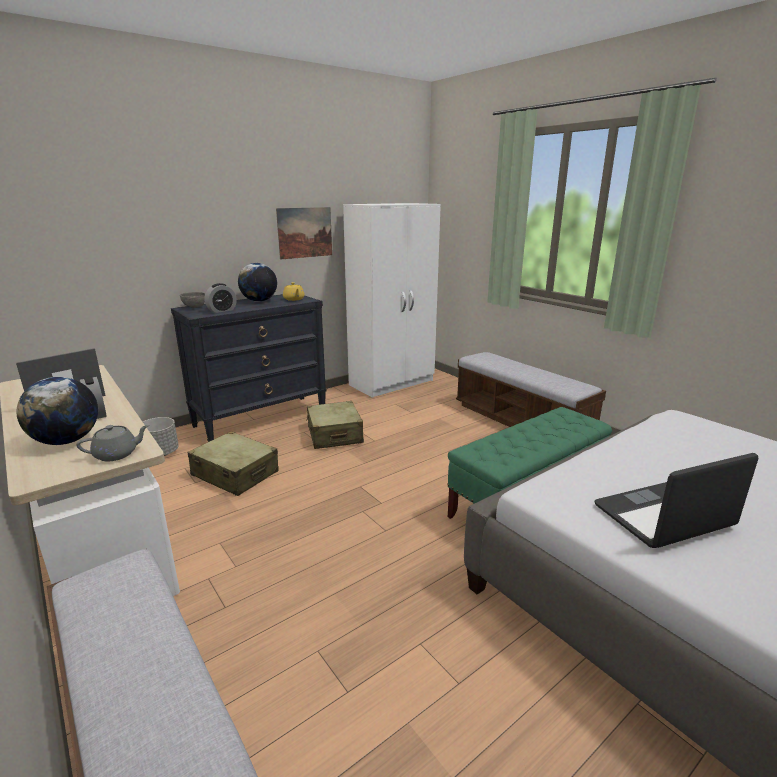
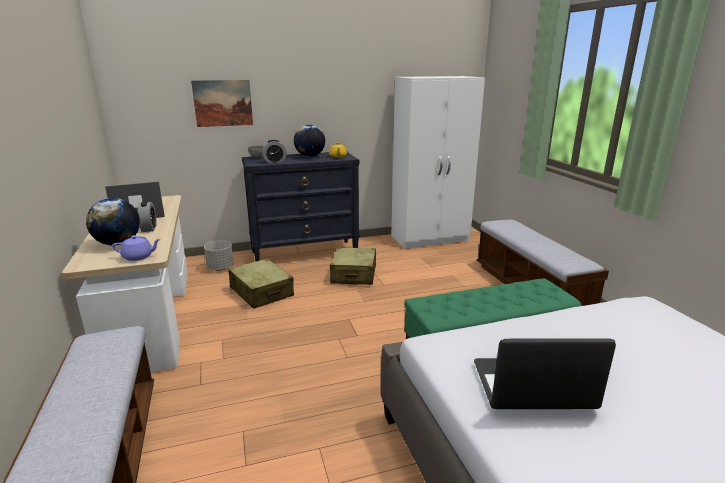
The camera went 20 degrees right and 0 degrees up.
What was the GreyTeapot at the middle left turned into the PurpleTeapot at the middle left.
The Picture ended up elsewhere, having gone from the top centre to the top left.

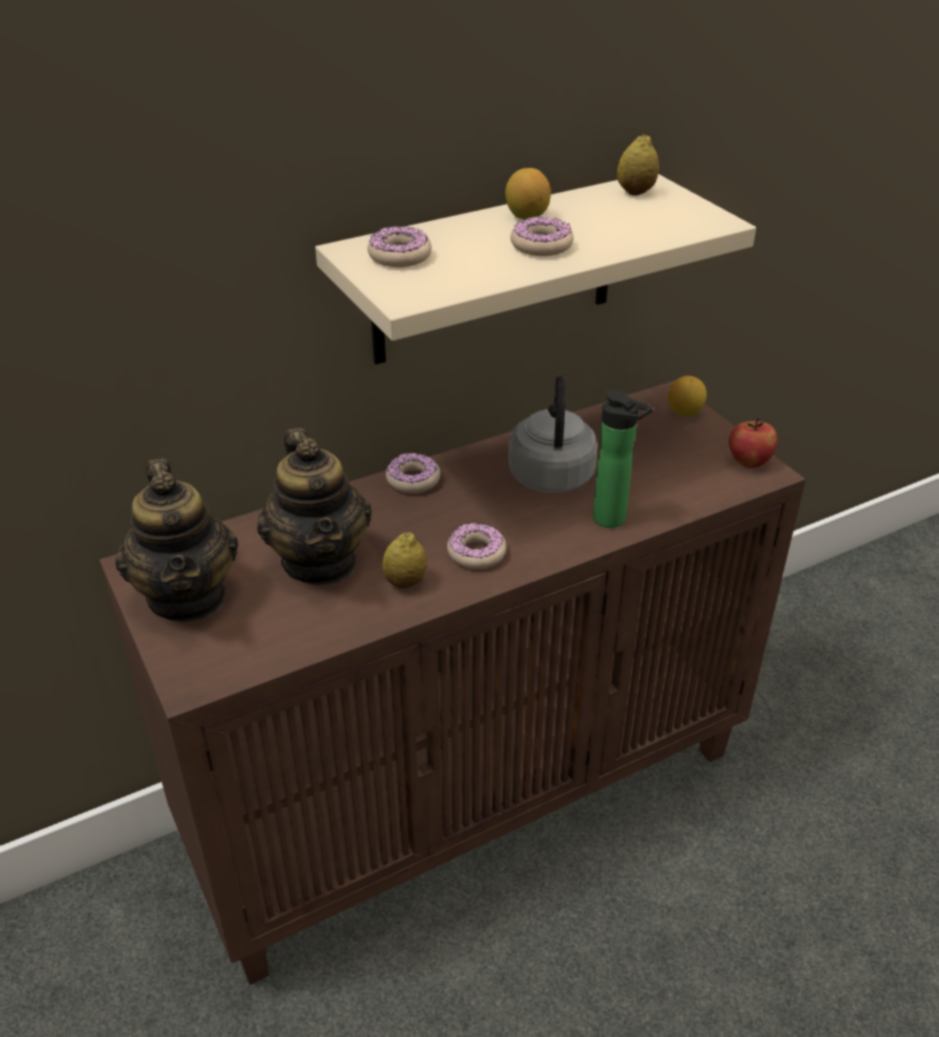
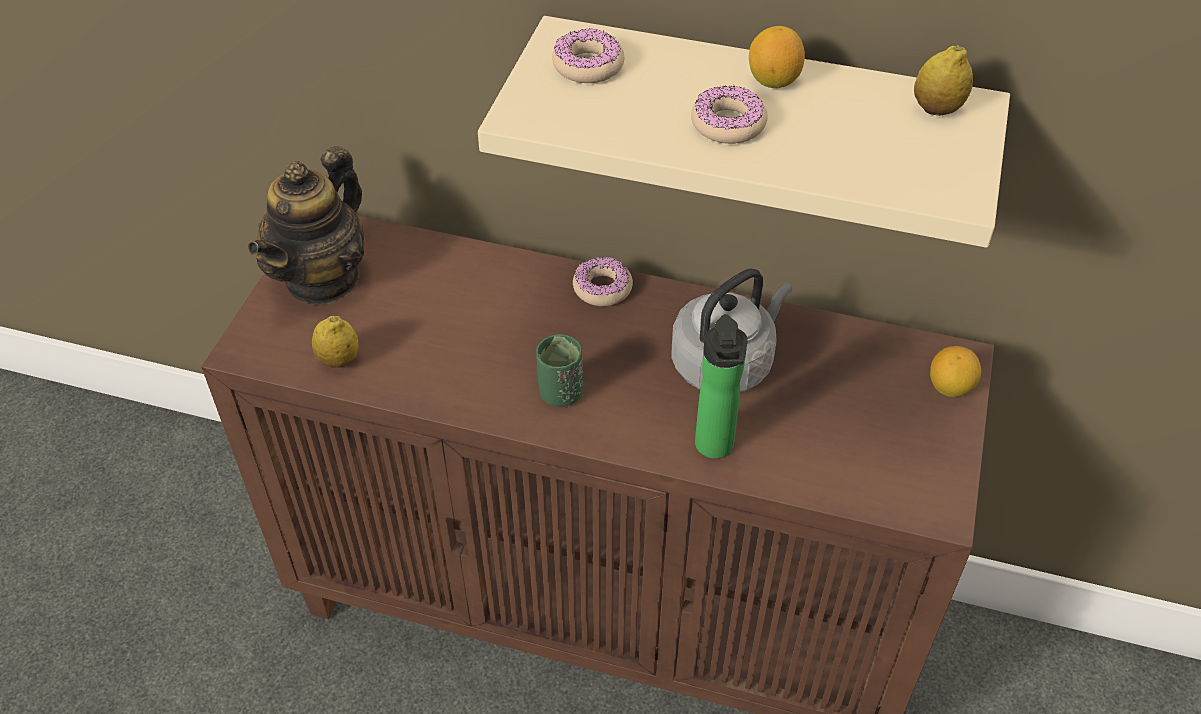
The camera went 45 degrees right and 10 degrees up.
The second view lost the Teapot (2nd from left) at the centre.
The Lemon (1st from left) ended up elsewhere, having gone from the centre to the middle left.
Where the Donut (3rd from left) stood at the centre, the GreenCup came to stand at the centre.
The second view lost the Apple at the middle right.

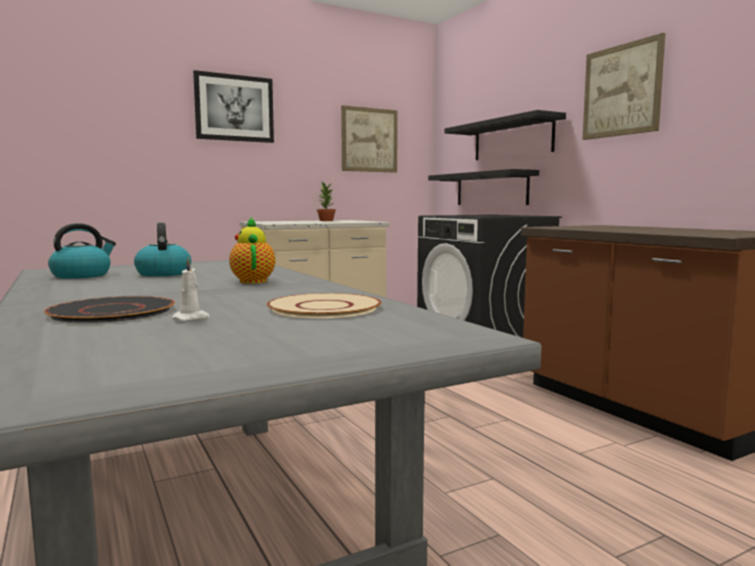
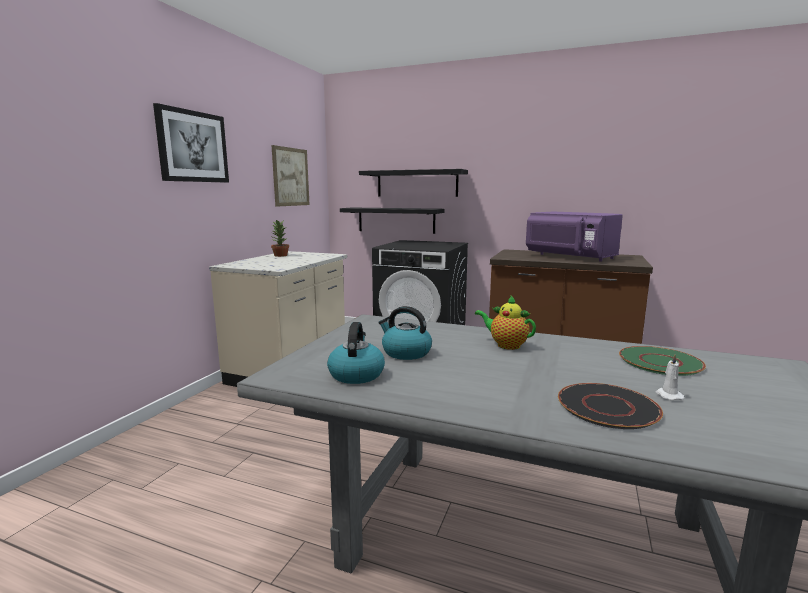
The camera went 40 degrees left and 5 degrees up.
What was the BeigePlate at the centre turned into the GreenPlate at the middle right.
The second view lost the Picture (3rd from left) at the top right.
The second view gained the PurpleMicrowave at the middle right.

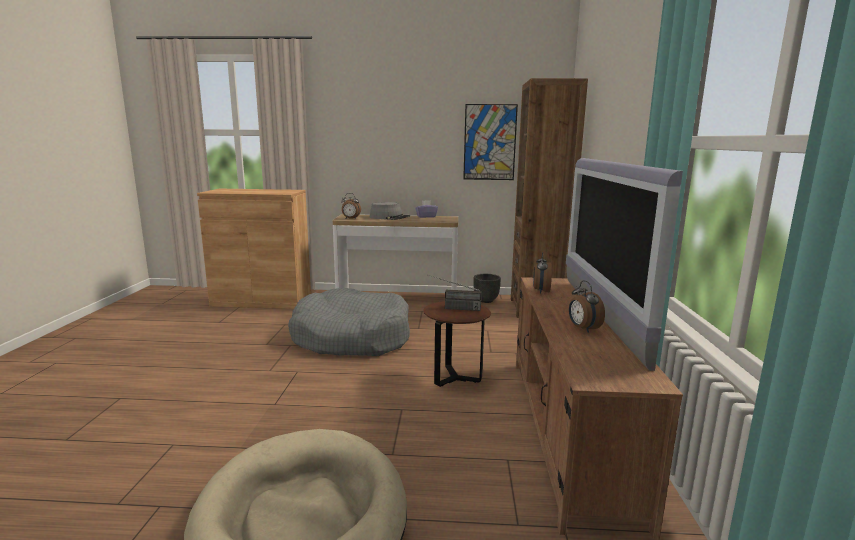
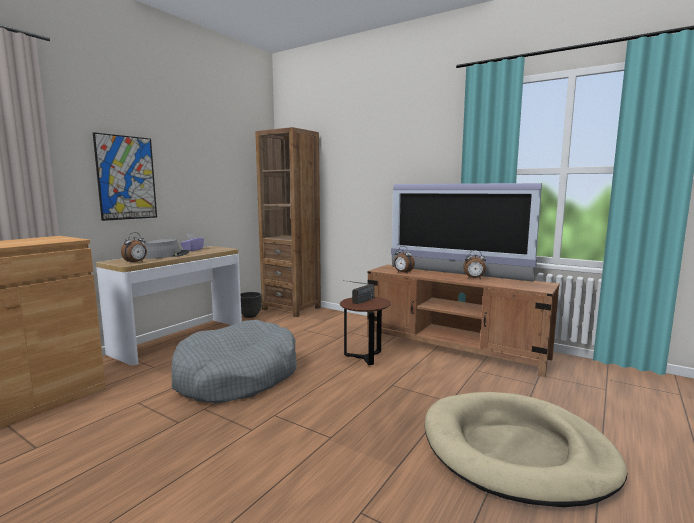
The camera went 60 degrees left and 5 degrees down.
The Picture ended up elsewhere, having gone from the top centre to the middle left.

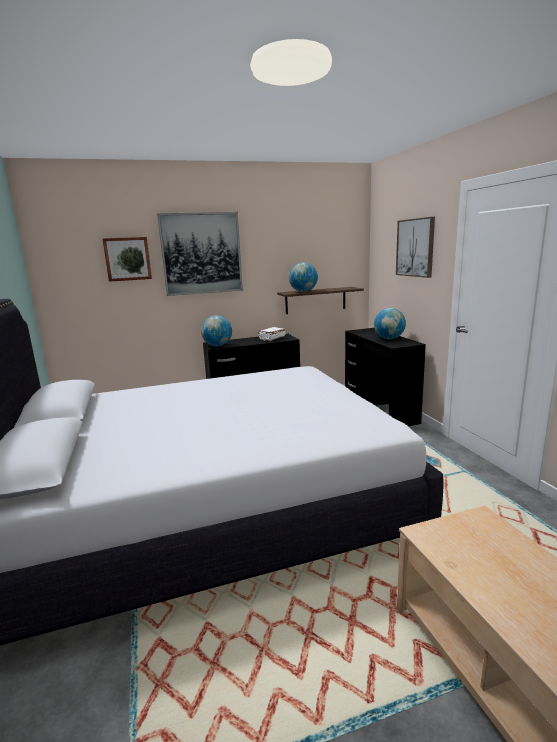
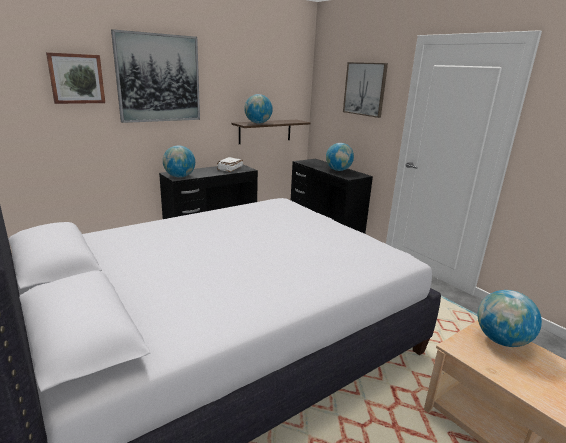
The camera went 20 degrees left and 5 degrees up.
The second view gained the Globe (4th from left) at the bottom right.

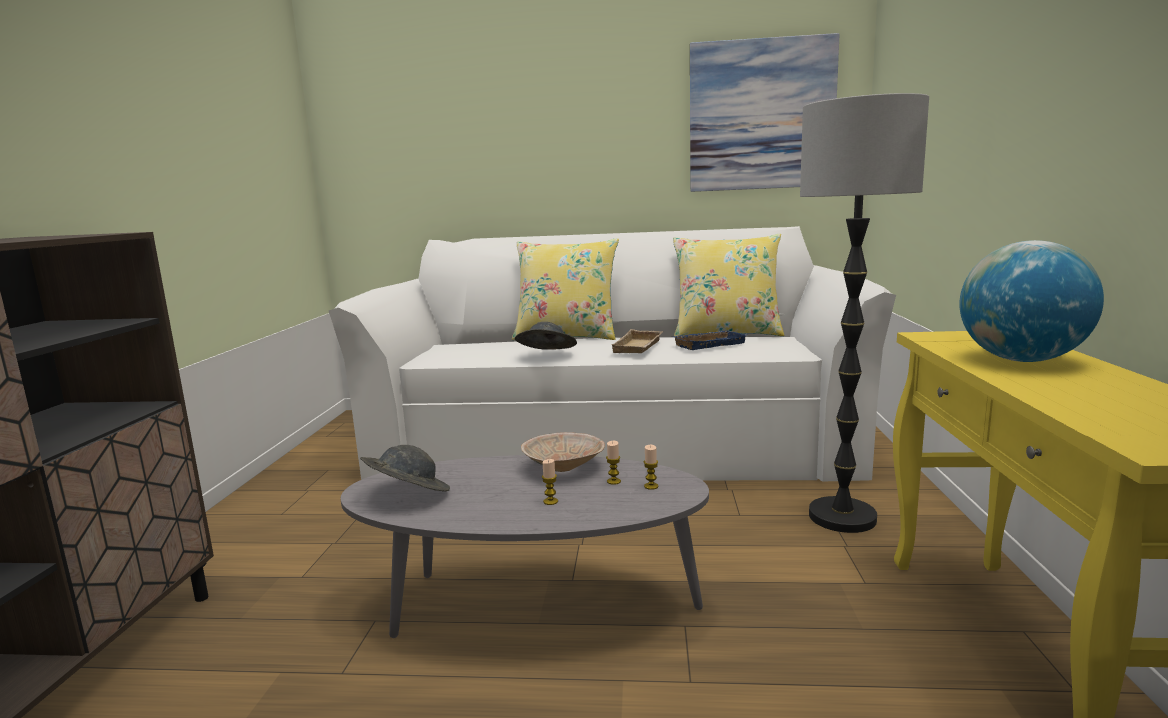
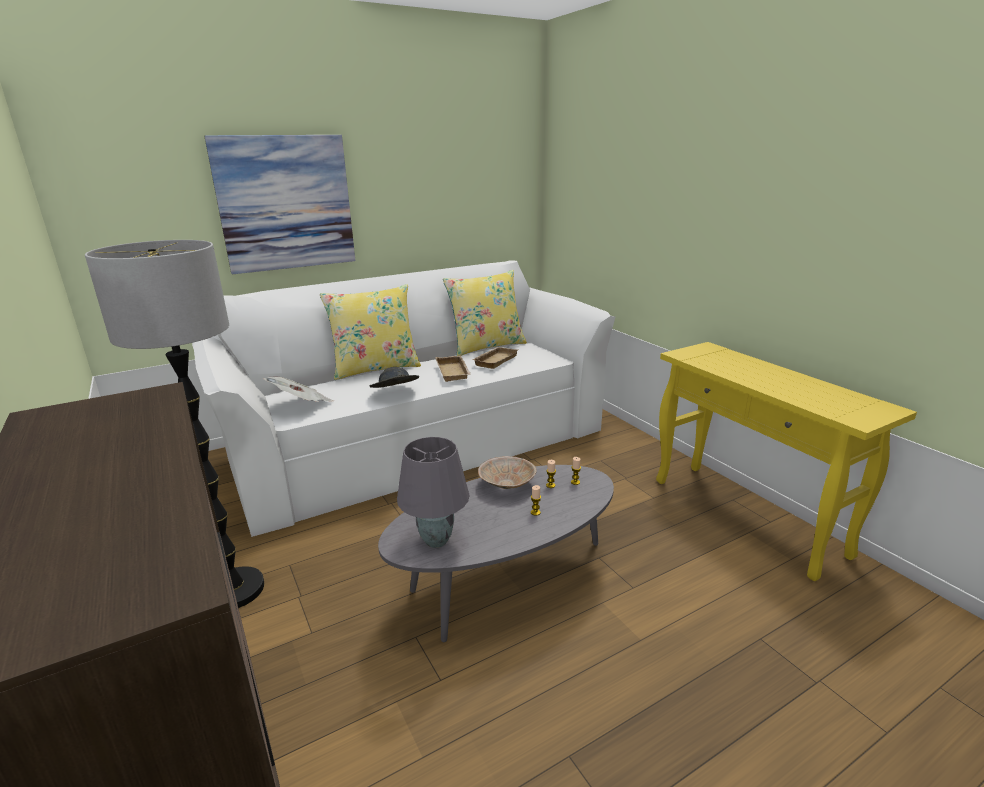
The camera went 35 degrees left and 10 degrees up.
Where the GreyHat (1st from left) stood at the centre, the GreyTableLamp came to stand at the centre.
What was the BlueTray at the centre turned into the BeigeTray (2nd from left) at the centre.
The Picture ended up elsewhere, having gone from the top centre to the top left.
The FloorLamp ended up elsewhere, having gone from the middle right to the middle left.
The second view lost the Globe at the middle right.
The second view gained the Newspaper at the middle left.

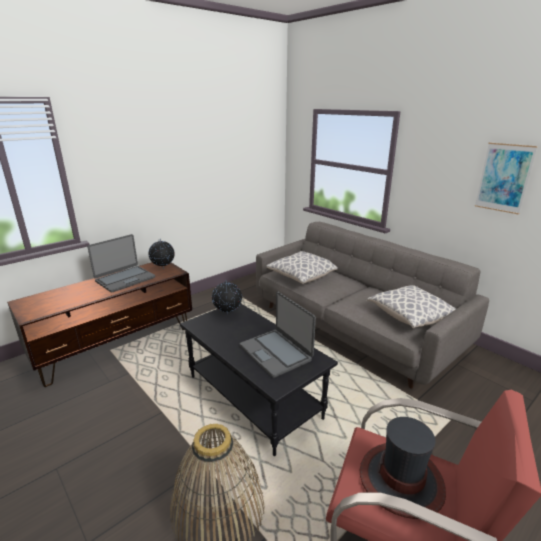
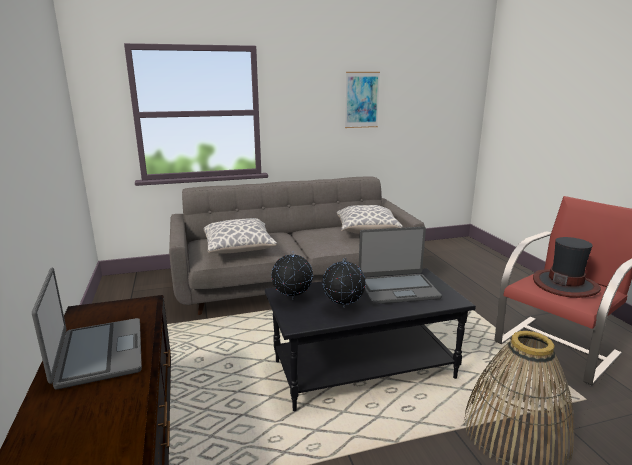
The camera went 65 degrees left and 5 degrees down.
The Globe (1st from left in the first image) ended up elsewhere, having gone from the middle left to the centre.

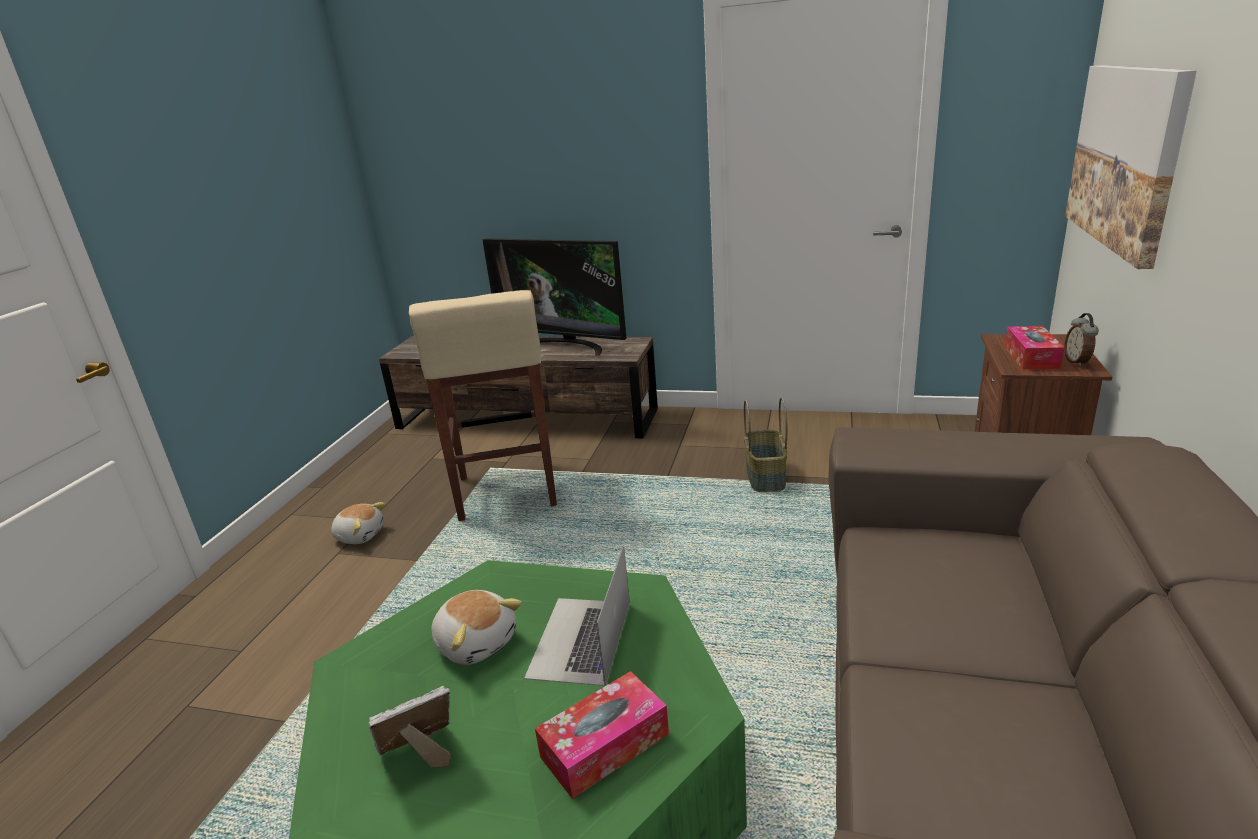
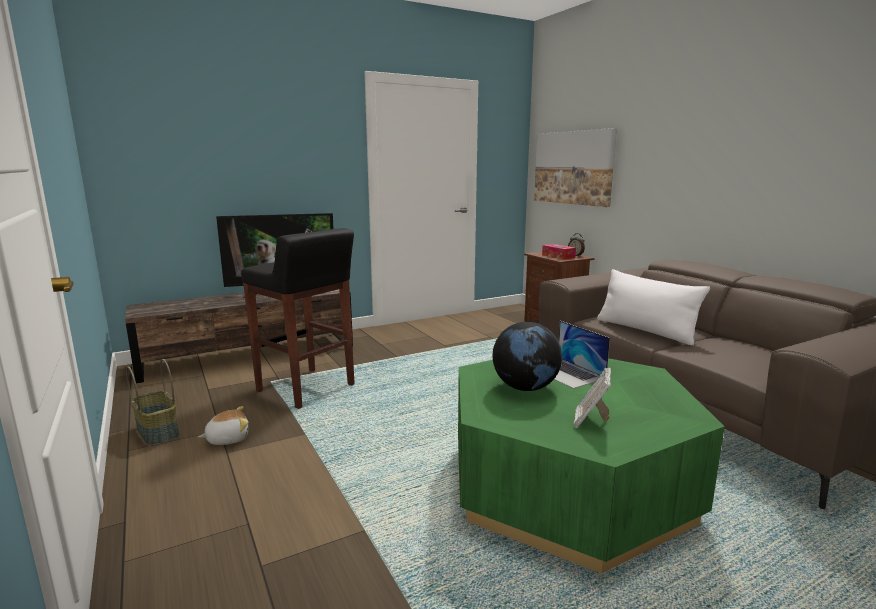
The camera went 45 degrees left and 10 degrees down.
What was the BeigeStool at the centre turned into the BlackStool at the centre.
Where the PlushToy (2nd from left) stood at the bottom centre, the Globe came to stand at the centre.
The second view lost the TissueBox (1st from left) at the bottom centre.
The Basket ended up elsewhere, having gone from the centre to the middle left.
The second view gained the WhitePillow at the middle right.

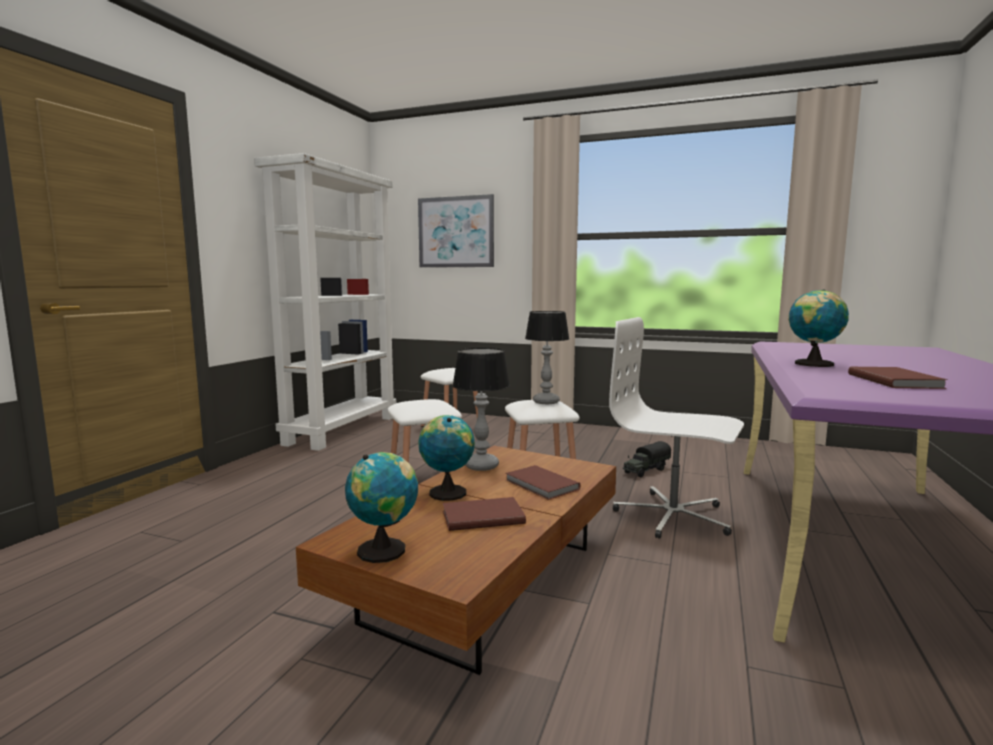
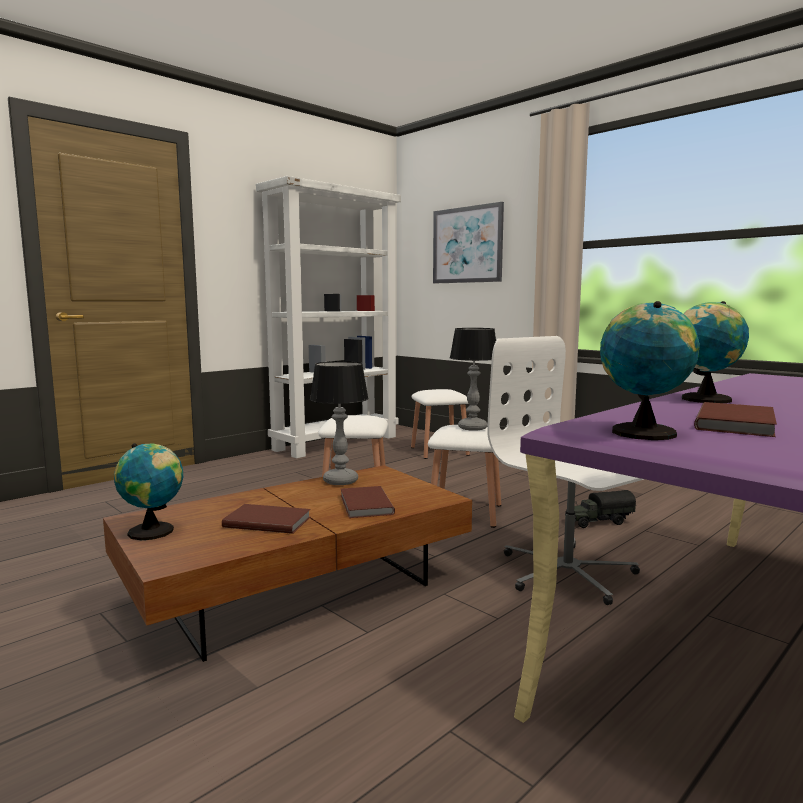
The camera went 25 degrees right and 0 degrees up.
The Globe (2nd from left) ended up elsewhere, having gone from the centre to the middle right.

